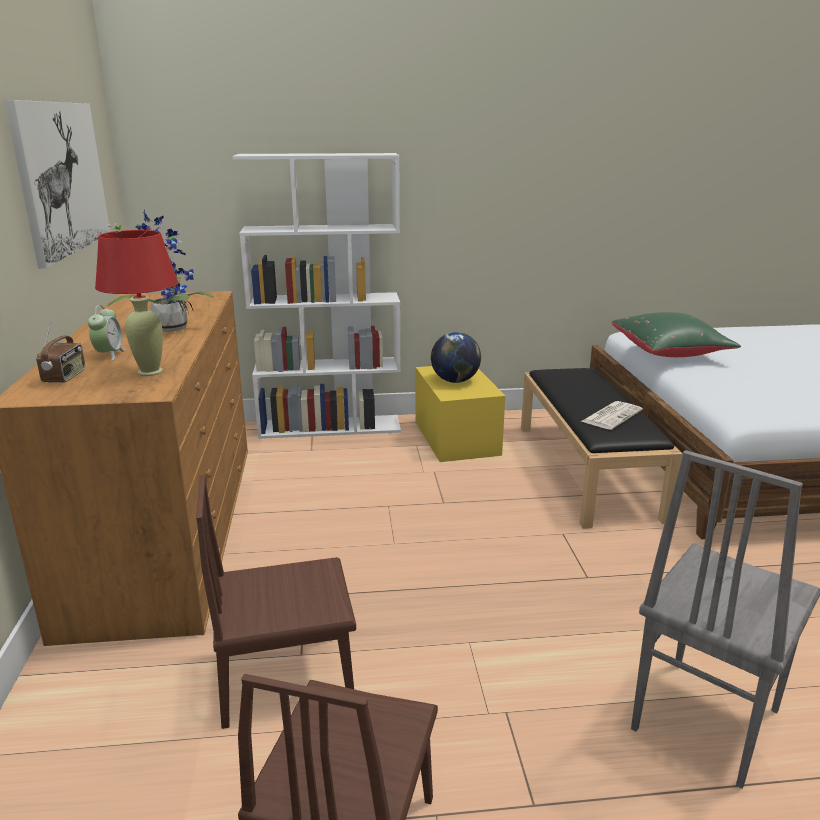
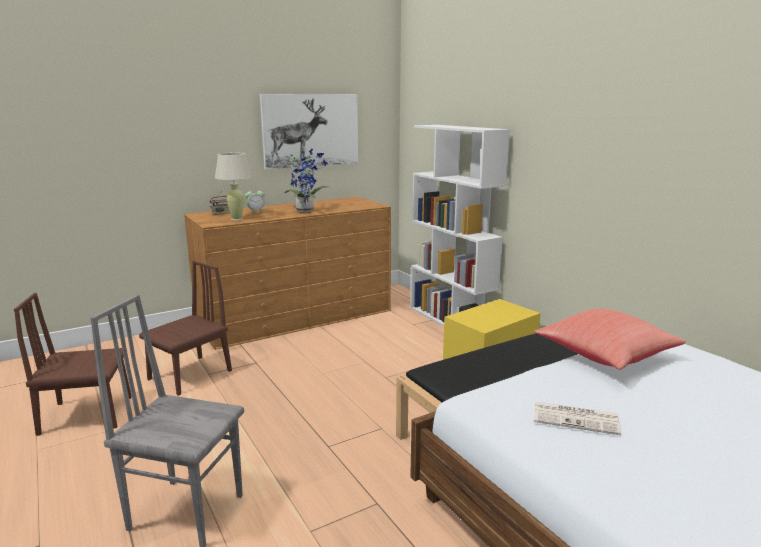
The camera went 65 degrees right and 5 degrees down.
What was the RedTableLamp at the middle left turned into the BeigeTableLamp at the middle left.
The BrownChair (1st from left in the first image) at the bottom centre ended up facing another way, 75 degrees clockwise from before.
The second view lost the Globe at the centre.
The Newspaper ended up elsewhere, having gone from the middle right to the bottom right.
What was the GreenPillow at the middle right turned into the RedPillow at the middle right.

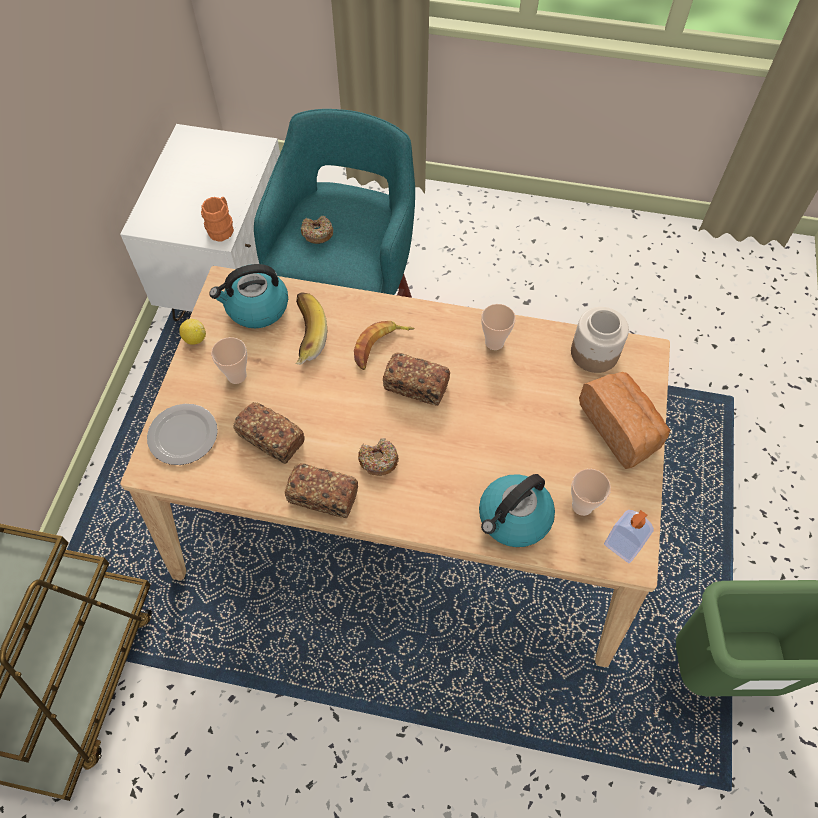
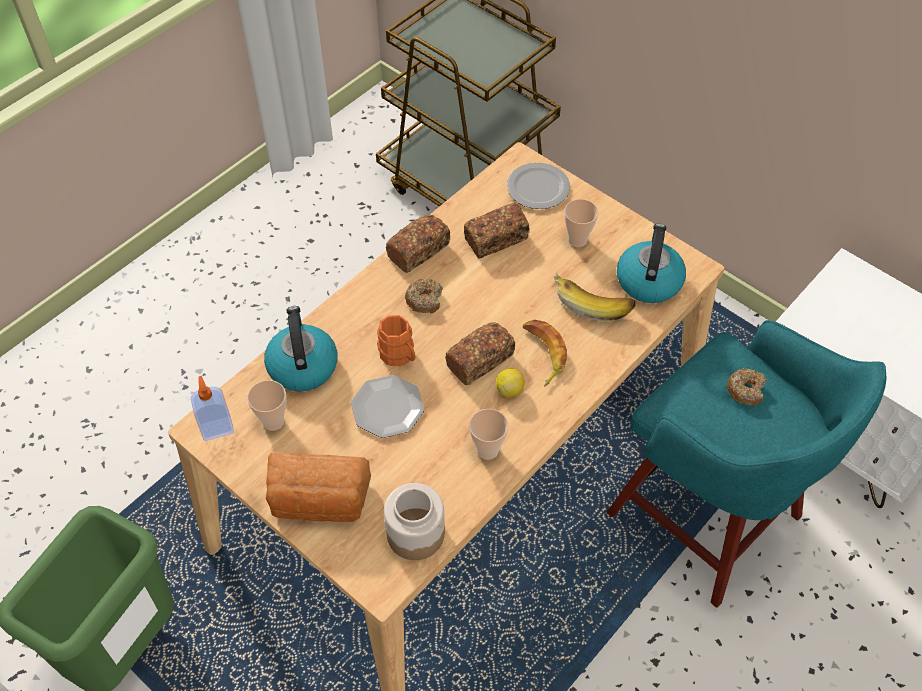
The camera went 120 degrees right and 5 degrees down.
The Lemon ended up elsewhere, having gone from the middle left to the centre.
The OrangeMug ended up elsewhere, having gone from the top left to the centre.
The second view gained the Plate (1st from left) at the centre.

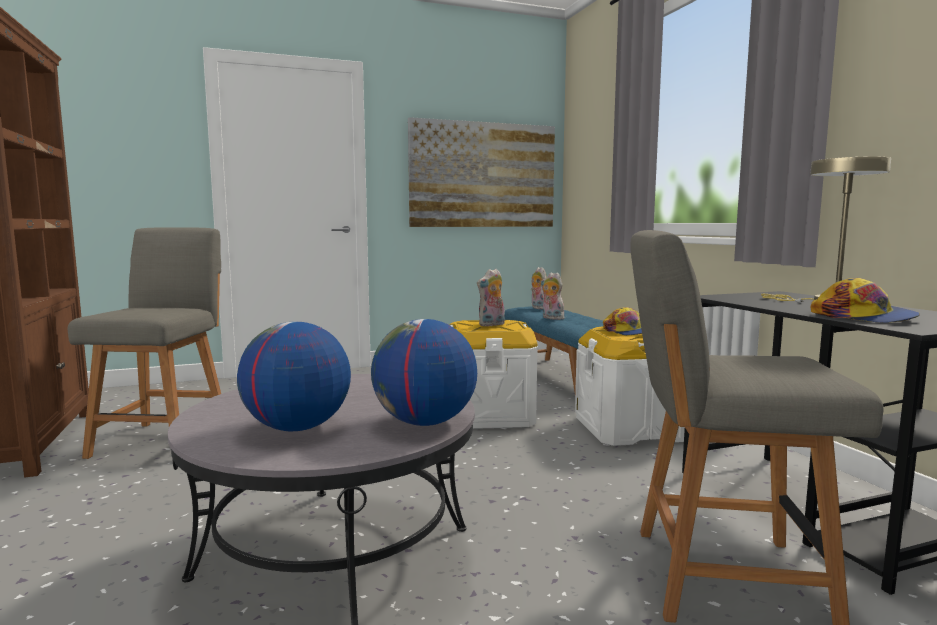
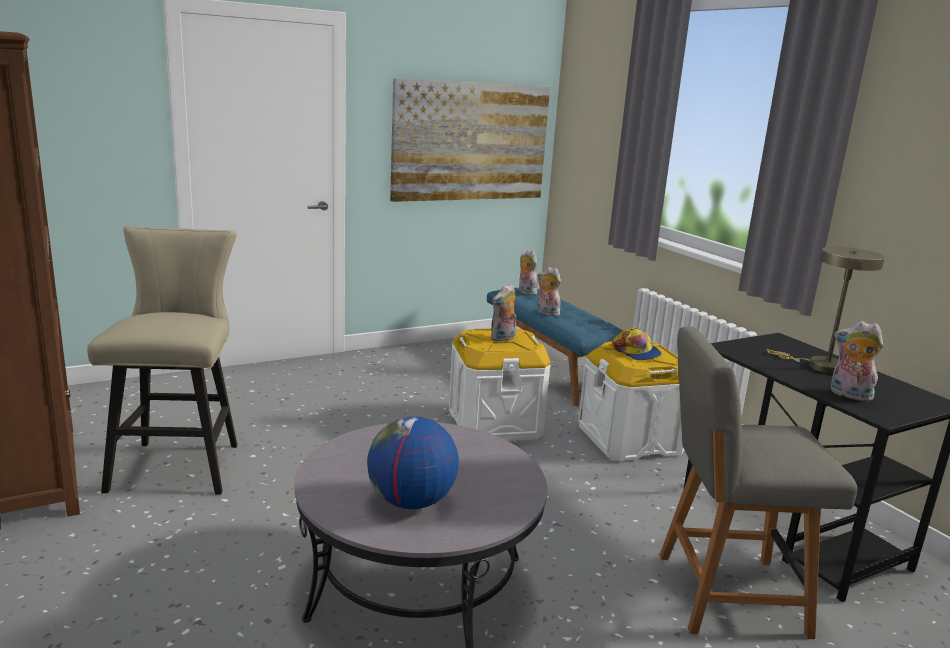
The camera went 10 degrees left and 10 degrees up.
Where the GreyChair (1st from left) stood at the middle left, the BeigeStool came to stand at the middle left.
The second view lost the Globe (2nd from left) at the centre.
Where the Cap (2nd from left) stood at the middle right, the PlushToy (4th from left) came to stand at the middle right.

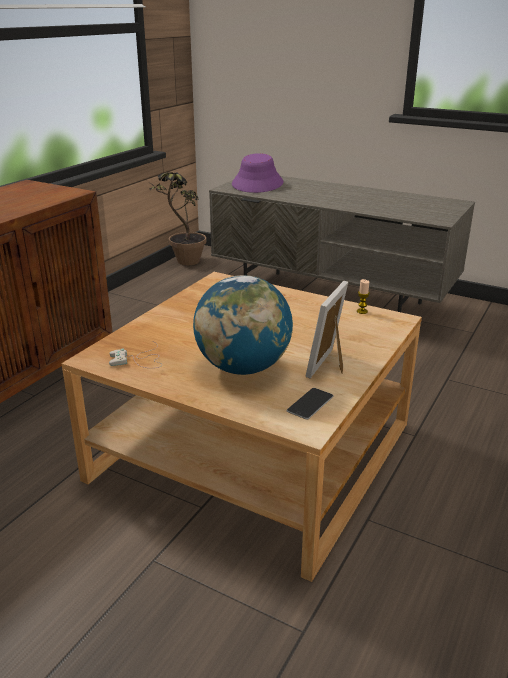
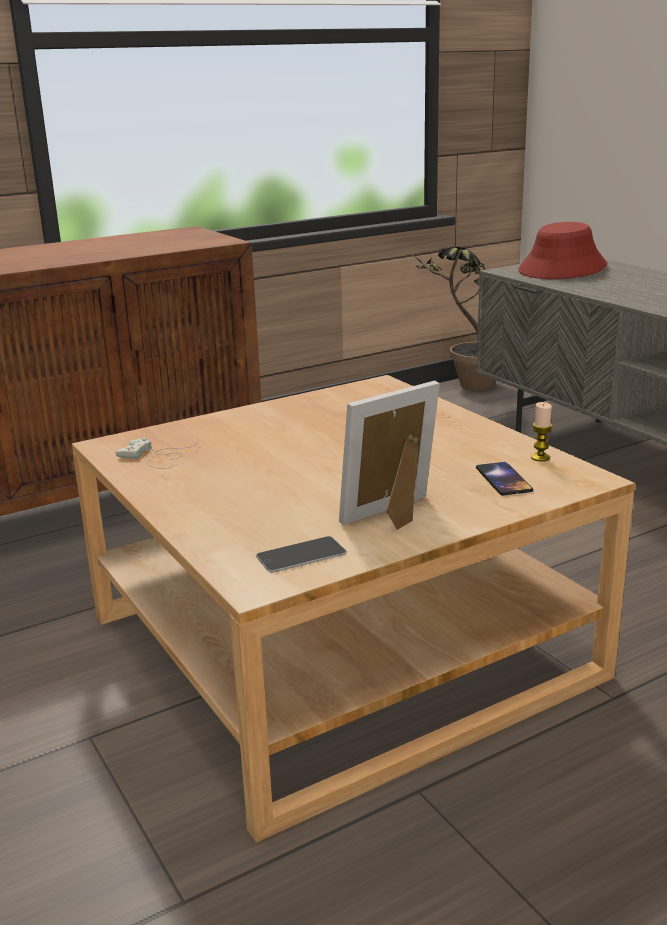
The camera went 30 degrees right and 5 degrees down.
The second view lost the Globe at the centre.
What was the PurpleHat at the top centre turned into the RedHat at the top right.
The second view gained the Phone (2nd from left) at the middle right.

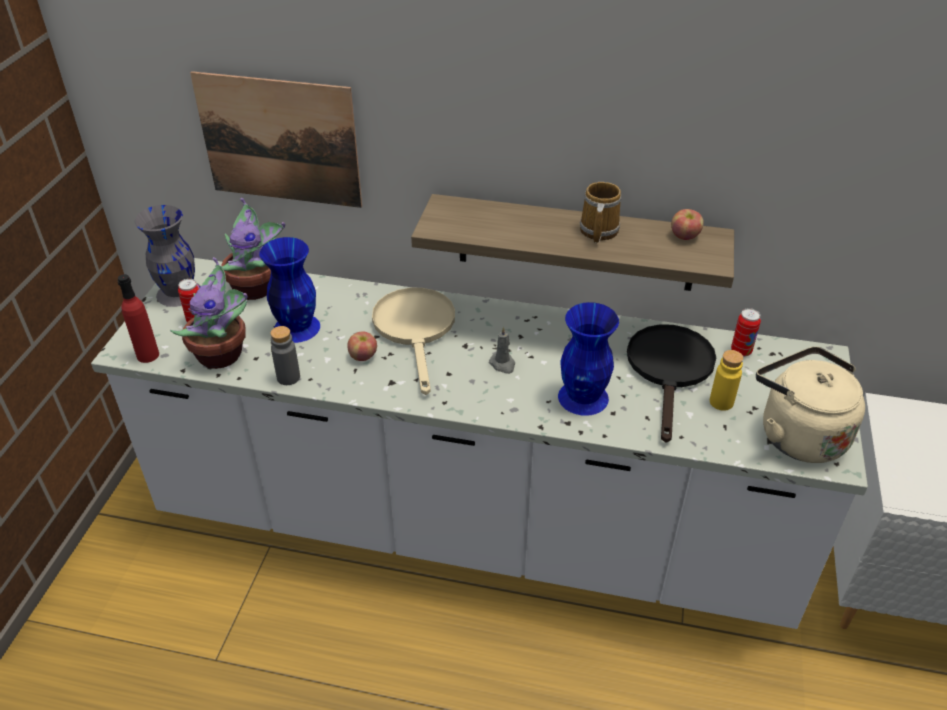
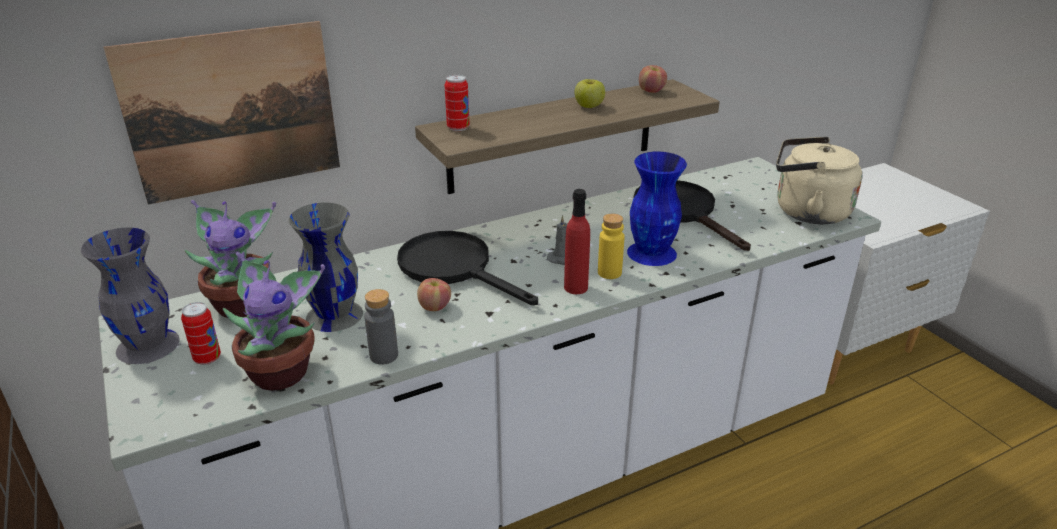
The camera went 40 degrees left and 10 degrees down.
The RedBottle ended up elsewhere, having gone from the middle left to the centre.
What was the BlueVase (1st from left) at the middle left turned into the GreyVase (2nd from left) at the middle left.
What was the BeigeFryingPan at the centre turned into the BlackFryingPan (1st from left) at the centre.
Where the Mug stood at the top centre, the Apple (2nd from left) came to stand at the top centre.
The YellowBottle ended up elsewhere, having gone from the middle right to the centre.
The Can (2nd from left) ended up elsewhere, having gone from the middle right to the top centre.

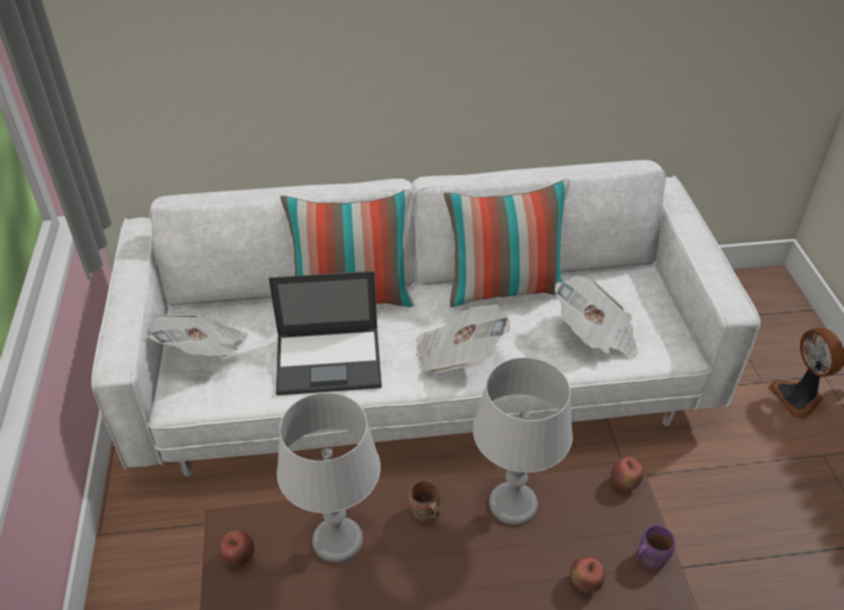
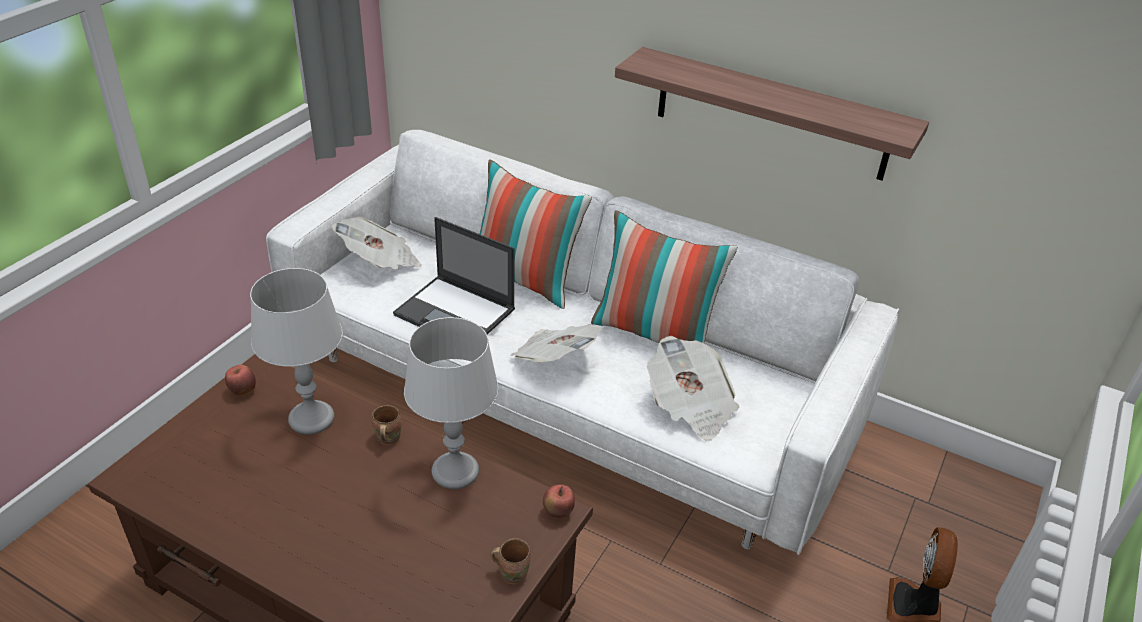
The camera went 35 degrees right and 5 degrees down.
The second view lost the Apple (2nd from left) at the bottom right.
What was the PurpleMug at the bottom right turned into the BrownMug (2nd from left) at the bottom centre.
The second view gained the Shelf at the top right.

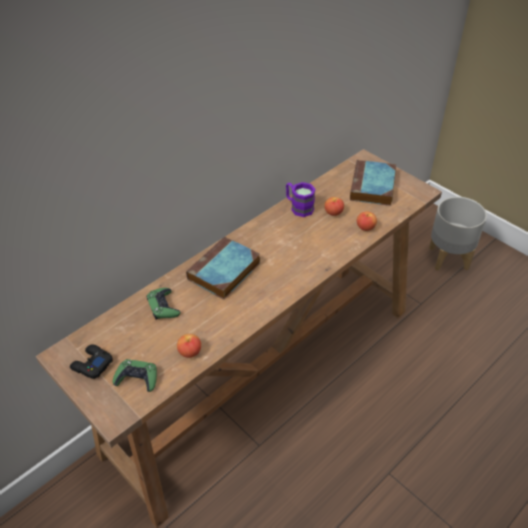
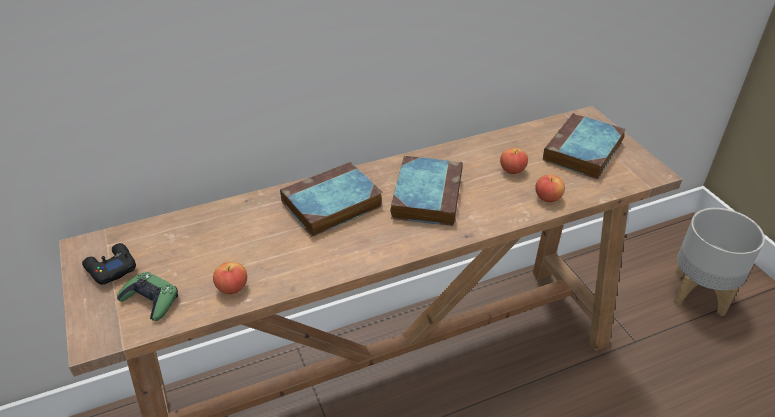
The camera went 20 degrees right and 5 degrees down.
The second view lost the GreenGameController (2nd from left) at the middle left.
The second view lost the PurpleMug at the centre.
The second view gained the Book (2nd from left) at the centre.

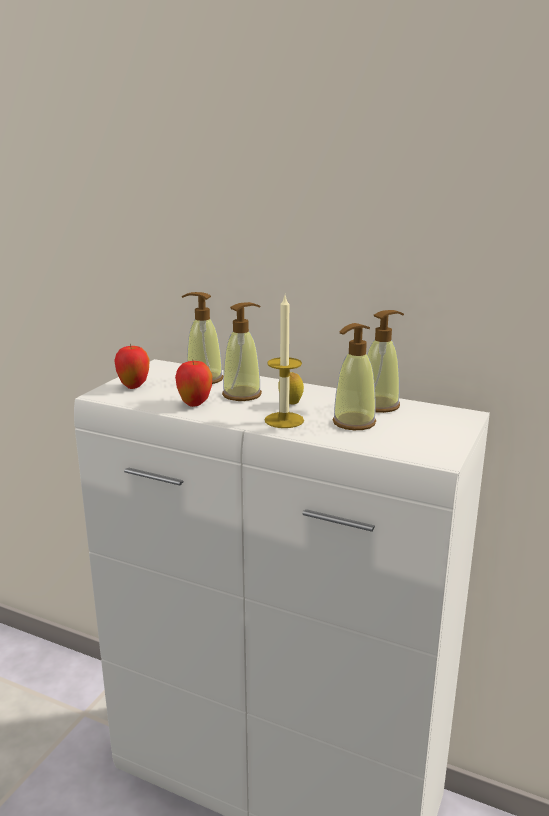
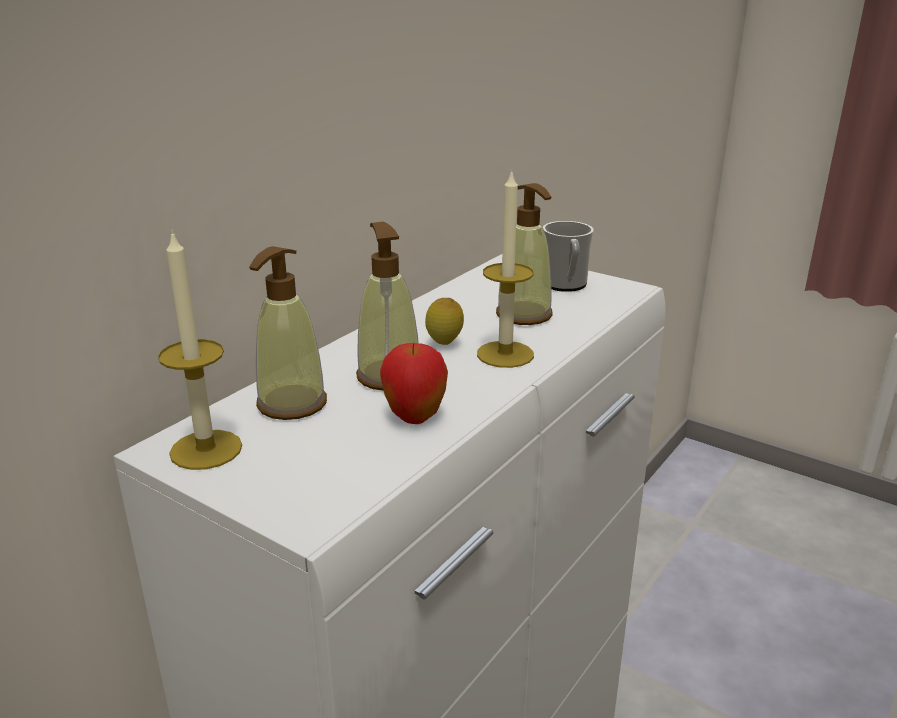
The camera went 80 degrees left and 5 degrees up.
The second view lost the Apple (1st from left) at the middle left.
The second view lost the SoapDispenser (4th from left) at the middle right.
The second view gained the Candle (1st from left) at the middle left.
The second view gained the Mug at the centre.

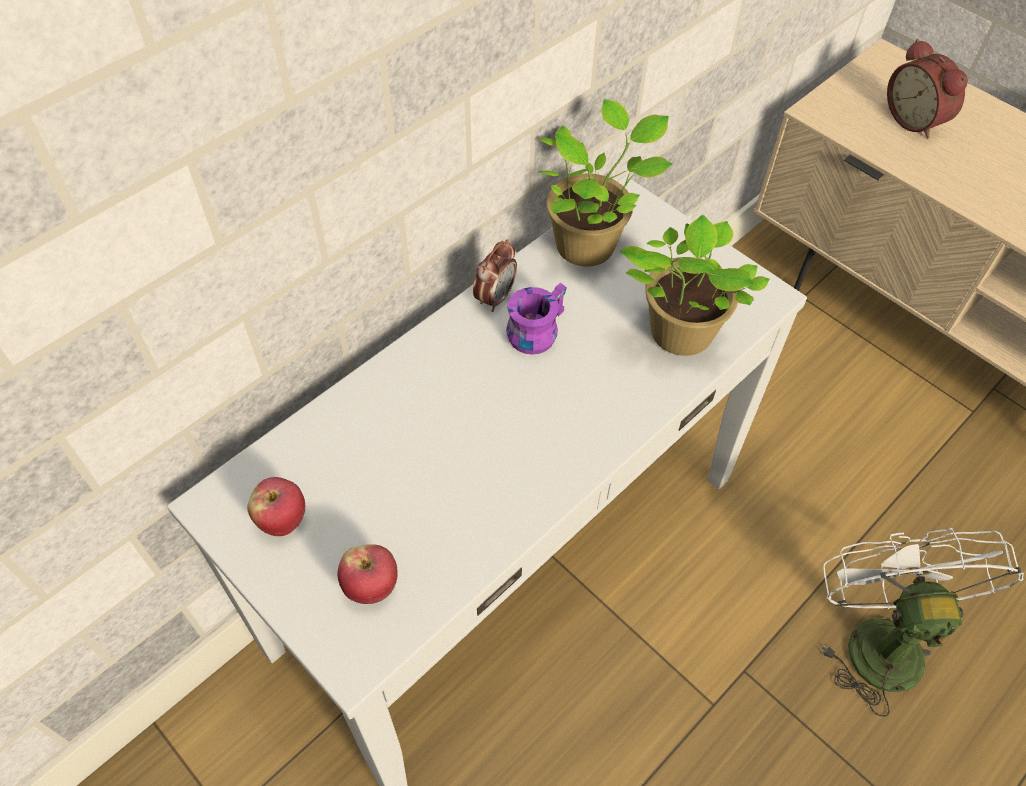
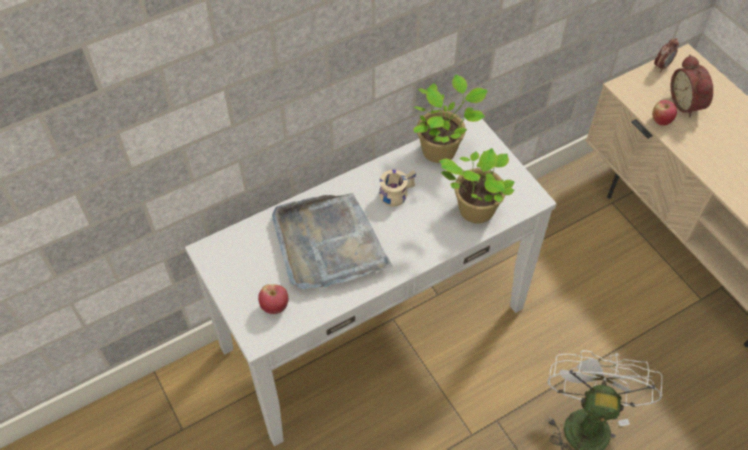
The camera went 15 degrees right and 0 degrees up.
The Apple (1st from left in the first image) ended up elsewhere, having gone from the middle left to the top right.
The AlarmClock (1st from left) ended up elsewhere, having gone from the centre to the top right.
What was the PurpleMug at the centre turned into the BeigeMug at the centre.
The second view gained the GreyTray at the centre.

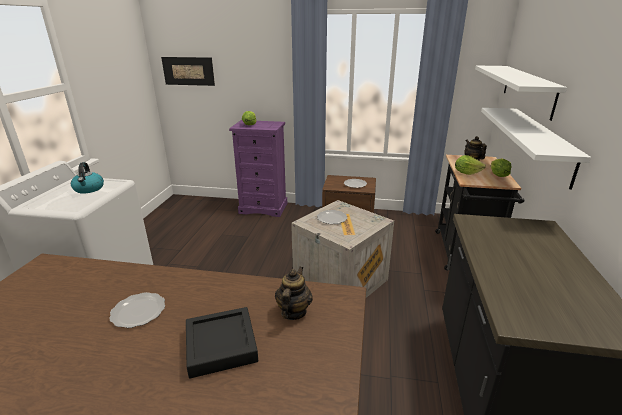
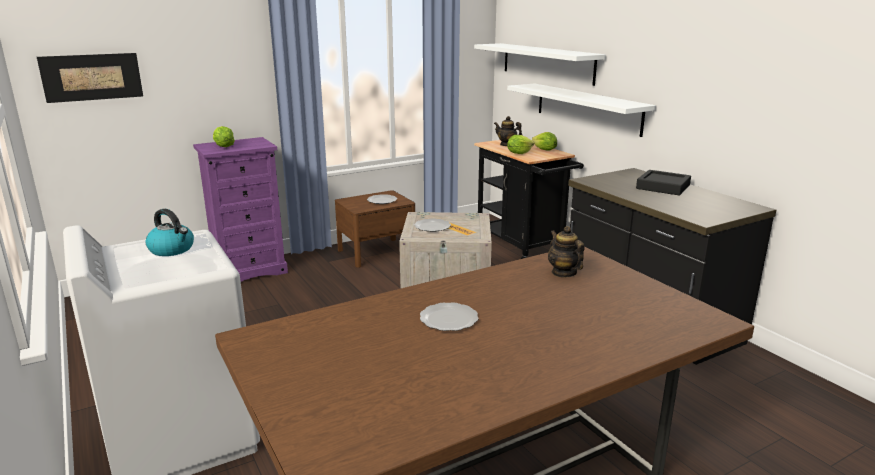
The camera went 40 degrees left and 5 degrees down.
The BlackTray ended up elsewhere, having gone from the bottom centre to the middle right.

